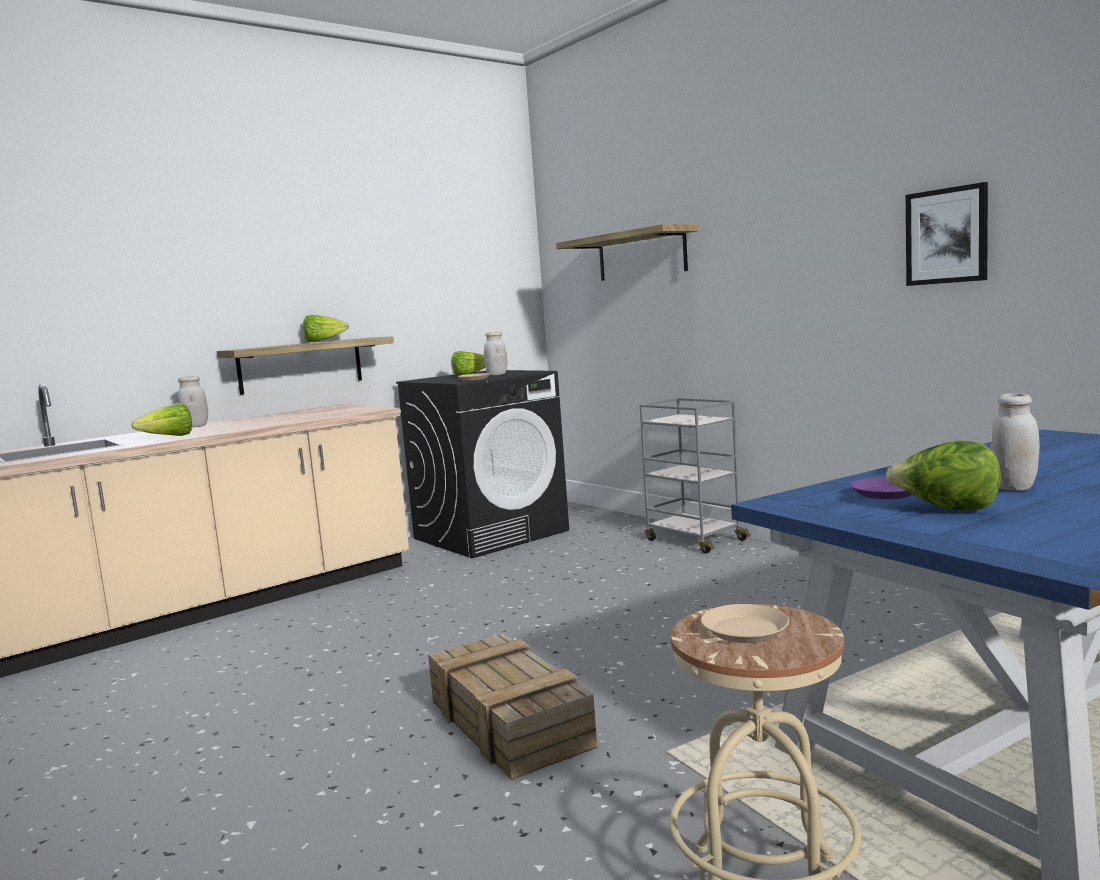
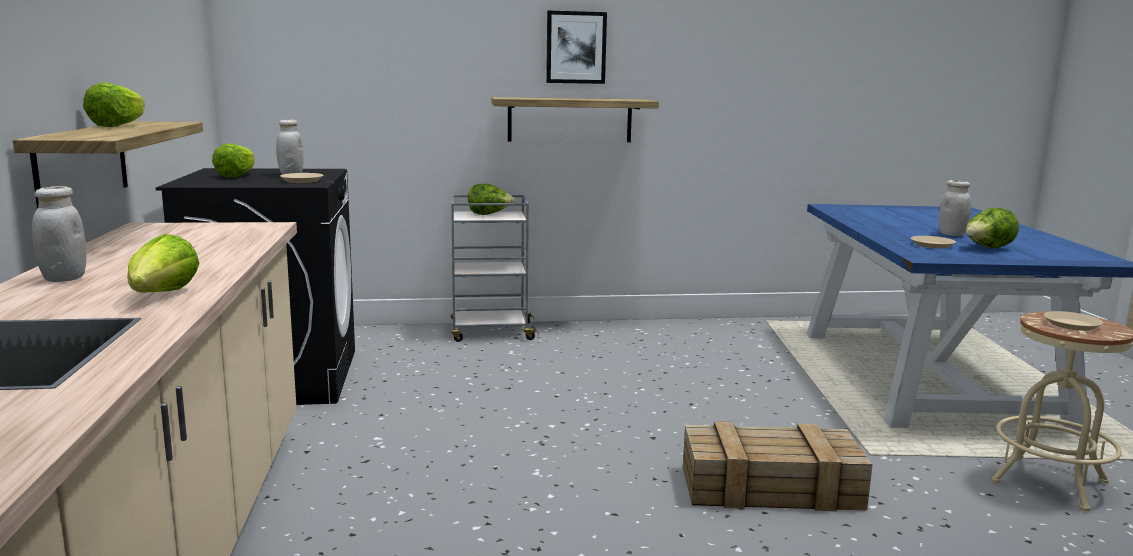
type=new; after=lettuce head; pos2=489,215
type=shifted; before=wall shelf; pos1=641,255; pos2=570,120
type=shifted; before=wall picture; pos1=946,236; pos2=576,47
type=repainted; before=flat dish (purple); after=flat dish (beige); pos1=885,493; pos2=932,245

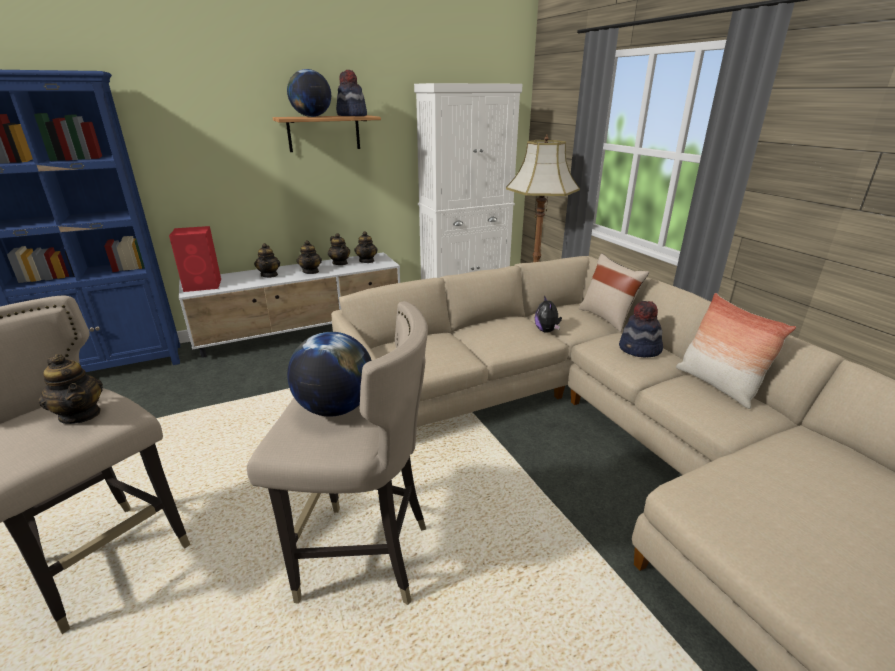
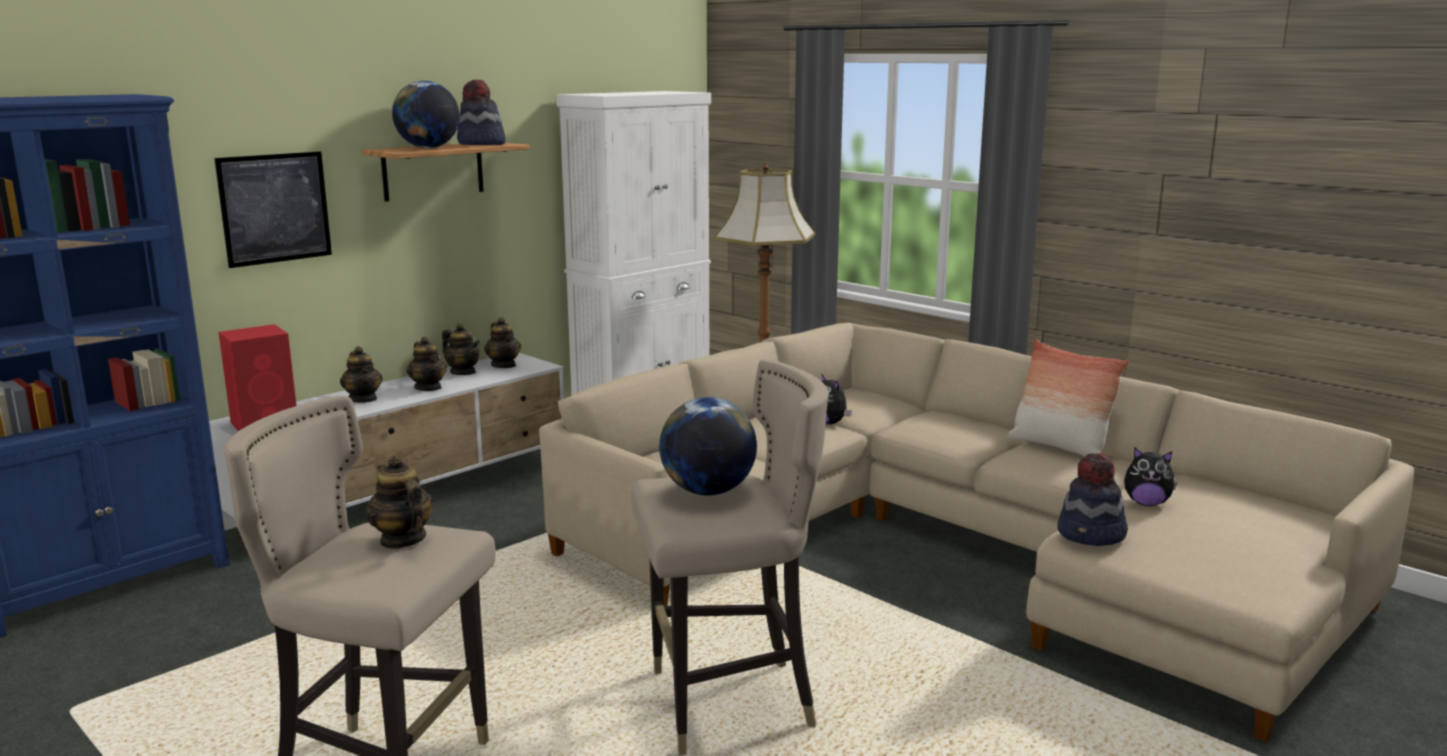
type=new; after=wall picture; pos2=275,208
type=rotated; before=pot for tea; pos1=81,414; pos2=402,540; turn=-150
type=shifted; before=wearable hat; pos1=639,350; pos2=1091,535
type=new; after=cuddly toy; pos2=1146,503
type=gone; before=cushion (beige); pos1=607,318

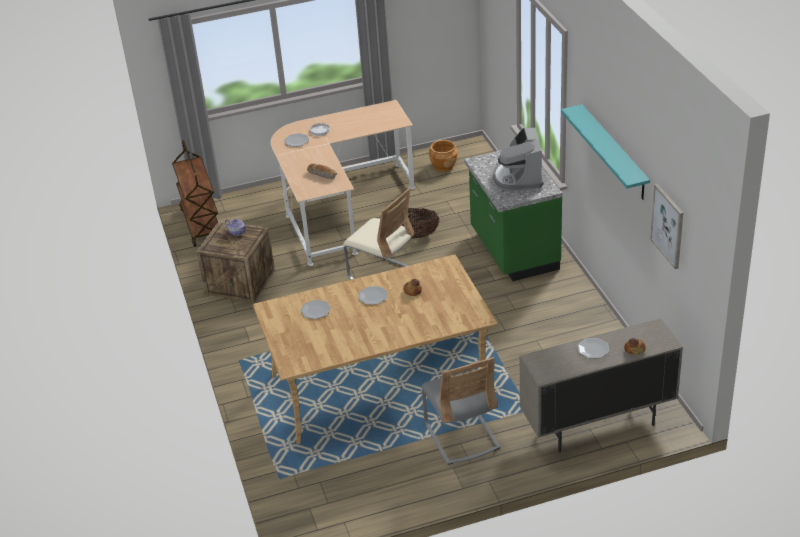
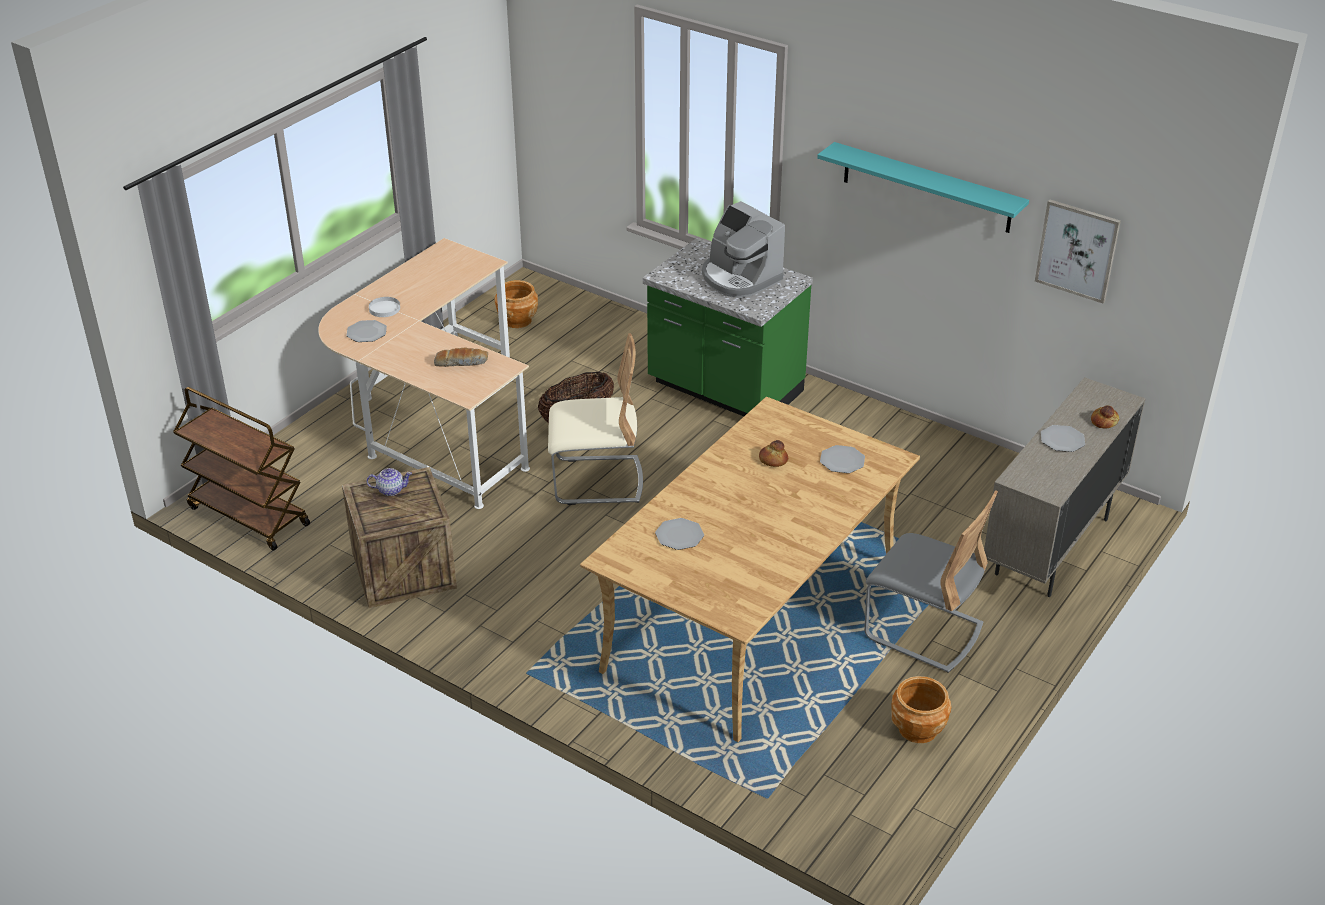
type=shifted; before=flat dish; pos1=373,296; pos2=842,460
type=new; after=planter (brown); pos2=917,729

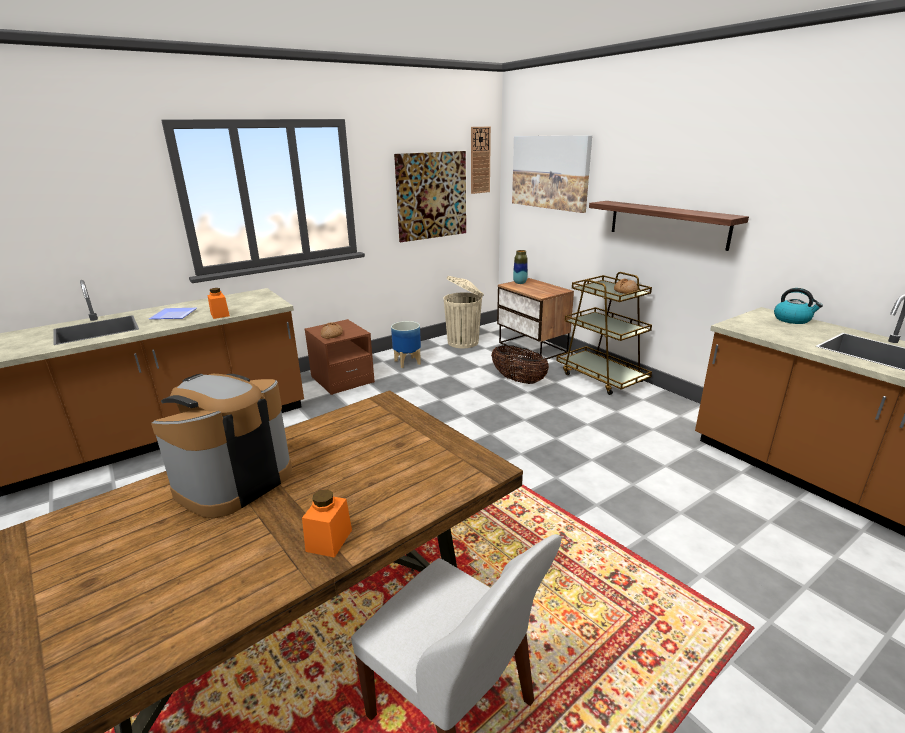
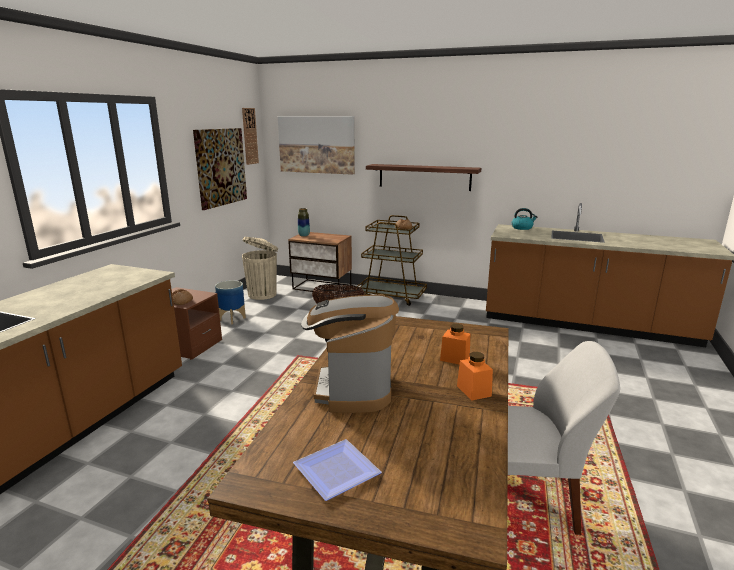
type=shifted; before=flat dish; pos1=174,316; pos2=340,472
type=shifted; before=jar (orange); pos1=220,315; pos2=455,358

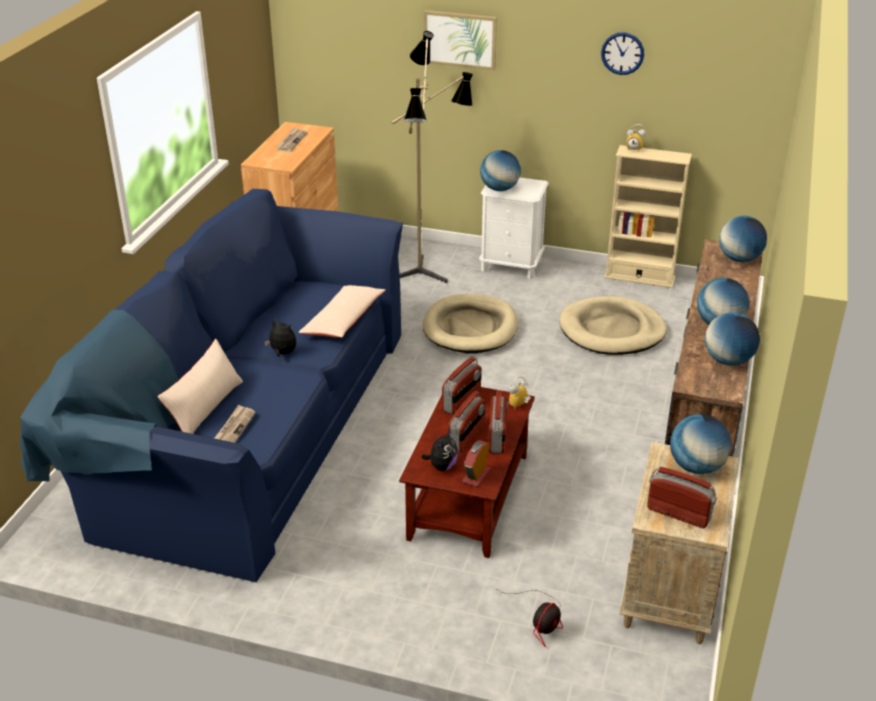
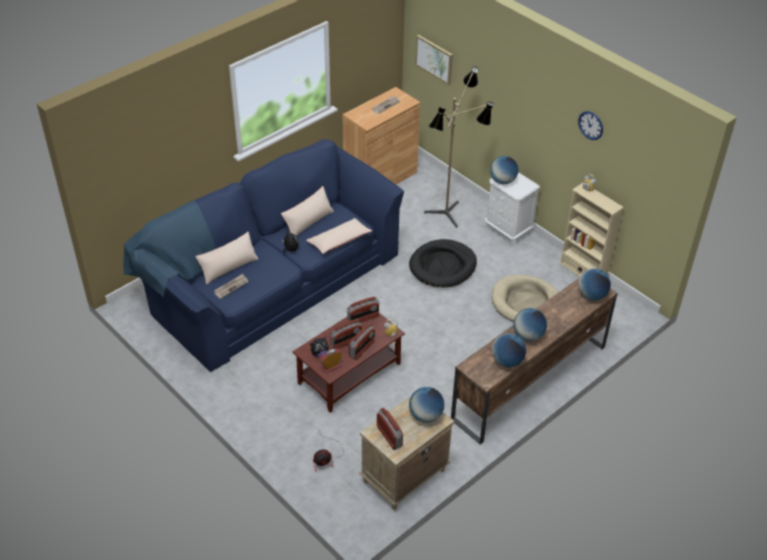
type=new; after=cushion (beige); pos2=308,222
type=repainted; before=dog bed (beige); after=dog bed (black); pos1=470,328; pos2=443,266
type=shifted; before=wall picture; pos1=460,39; pos2=434,59

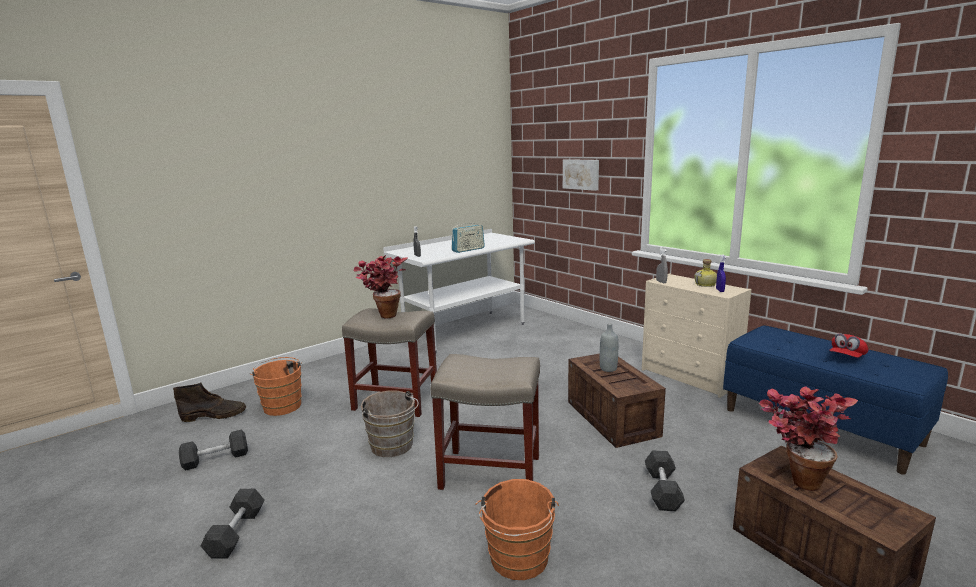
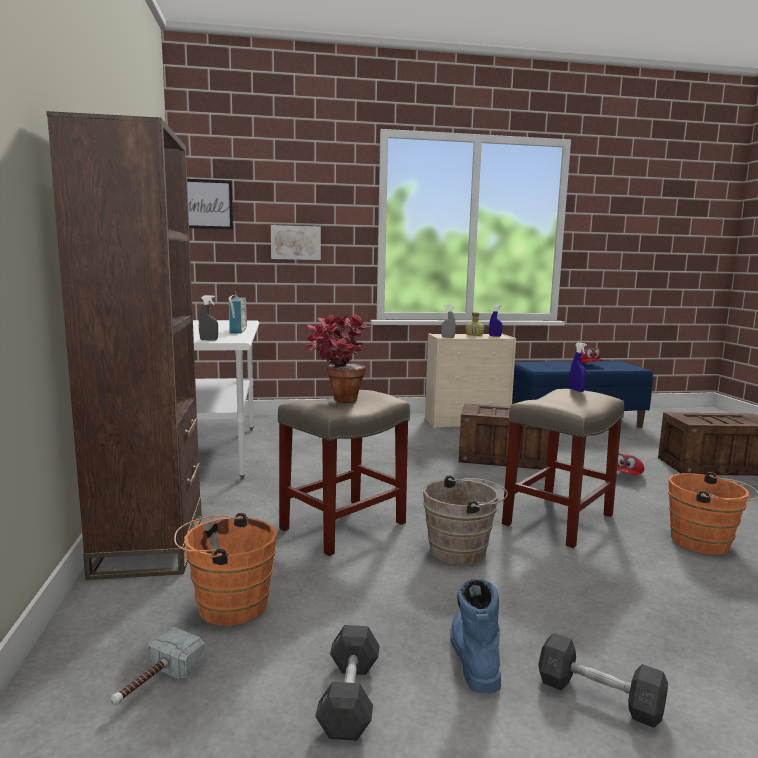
type=new; after=bookcase (brown); pos2=150,545
type=swapped; before=high-top boot (brown); after=hammer; pos1=214,415; pos2=155,683
type=new; after=wall picture; pos2=208,204
type=new; after=high-top boot (blue); pos2=473,655
type=new; after=hand sprayer (blue); pos2=576,390
type=swapped; before=hand weight (gray); after=baseball cap (red-coloured); pos1=662,490; pos2=626,476
type=gone; before=drink bottle (gray); pos1=608,368
type=gone; before=plant in a pot; pos1=795,478

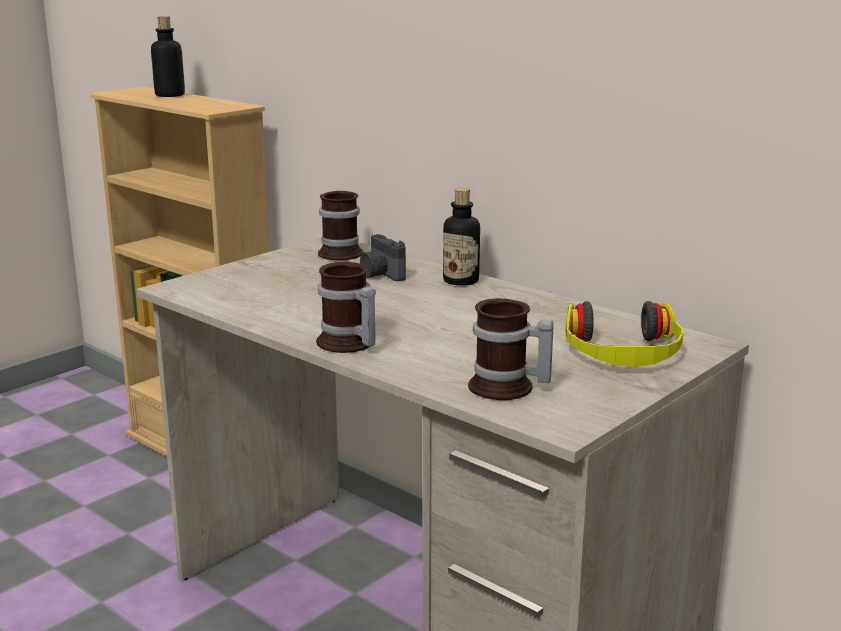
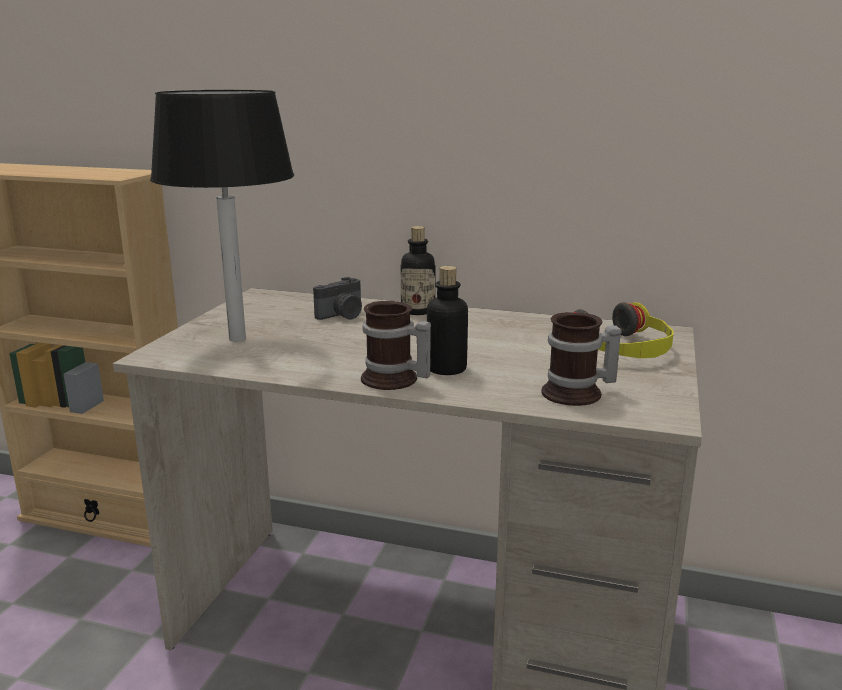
type=new; after=lamp for a table (black); pos2=238,339
type=rotated; before=photo camera; pos1=380,274; pos2=342,315; turn=-75
type=shifted; before=drink bottle; pos1=170,95; pos2=446,369
type=gone; before=tea mug; pos1=343,252

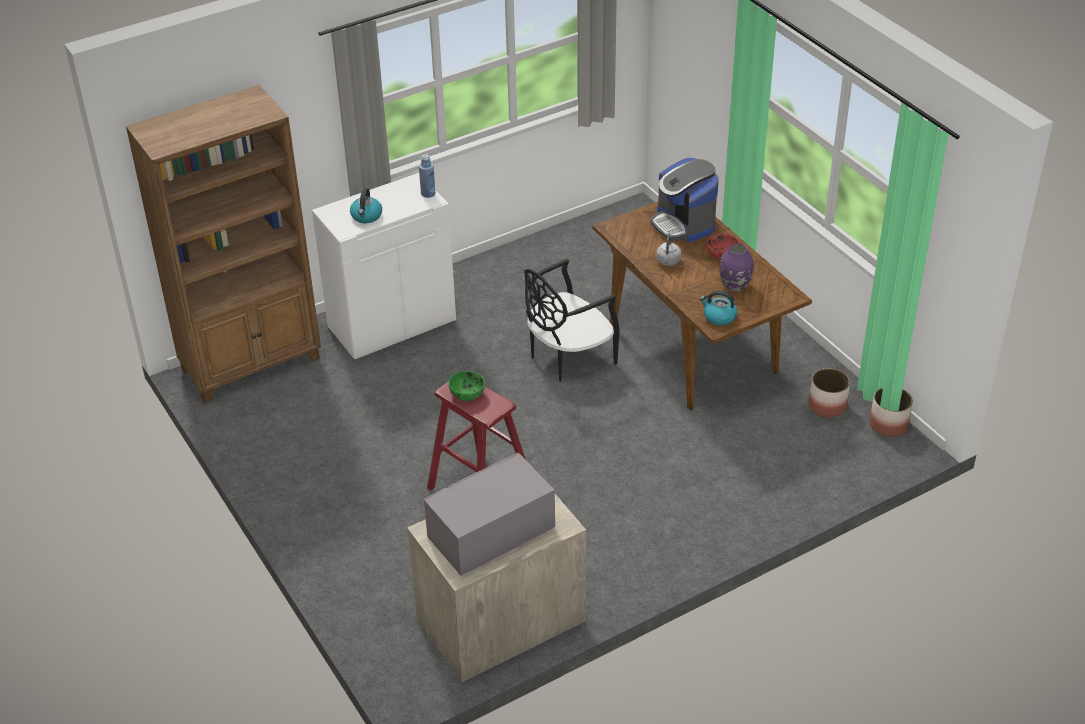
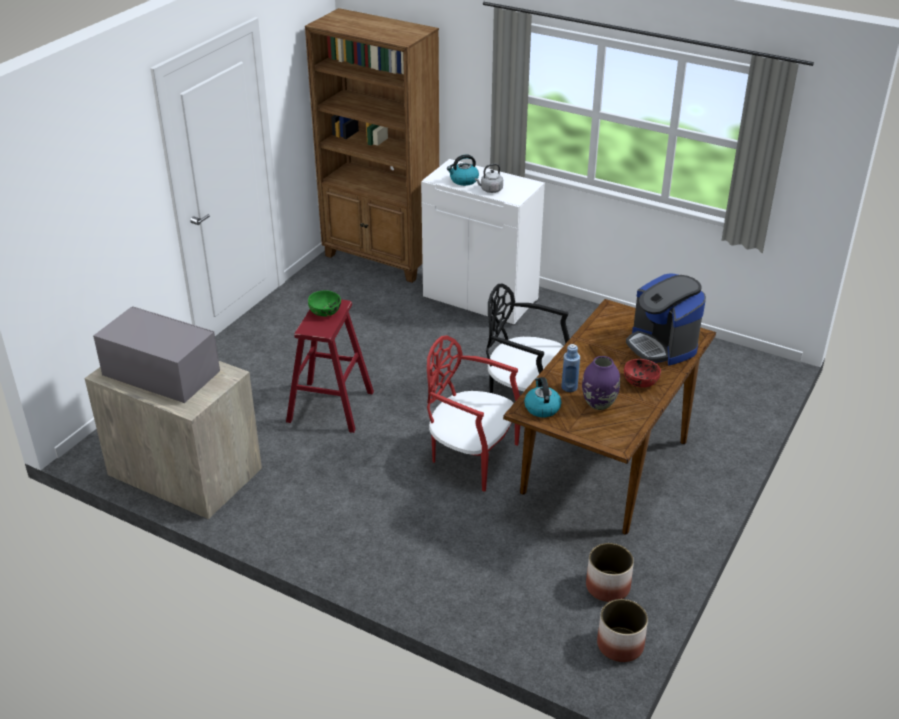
type=new; after=upright chair (red-coloured); pos2=471,456
type=shifted; before=tea kettle (gray); pos1=668,262; pos2=490,190
type=shifted; before=drink bottle (blue); pos1=428,193; pos2=569,387
type=rotated; before=coffee brewer; pos1=683,224; pos2=662,345; turn=-60

